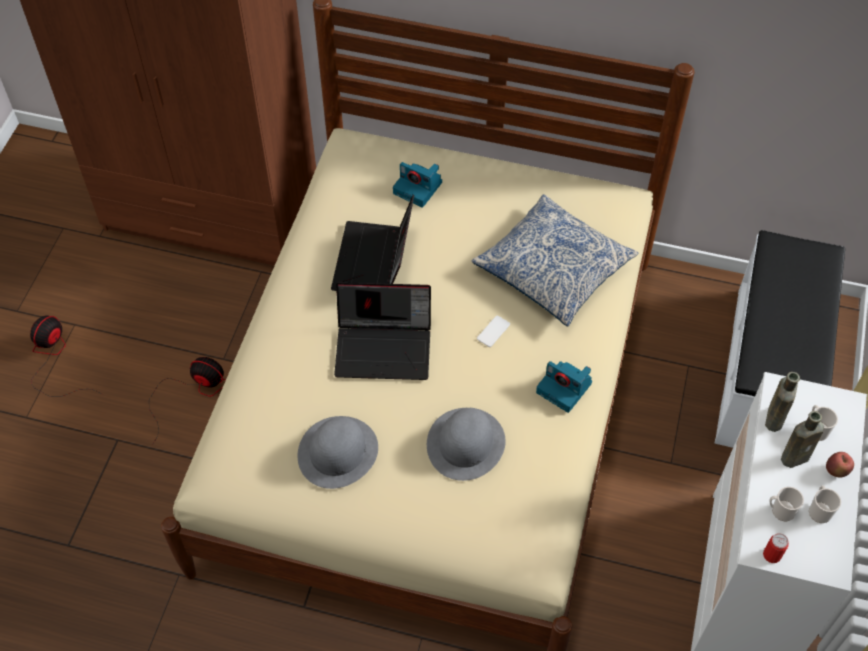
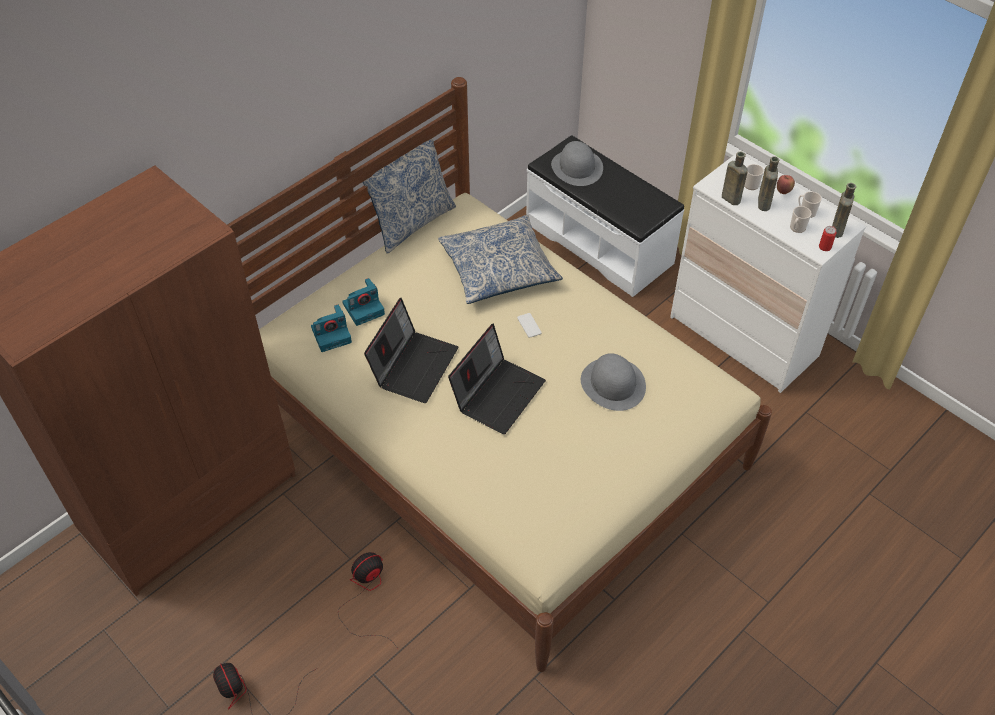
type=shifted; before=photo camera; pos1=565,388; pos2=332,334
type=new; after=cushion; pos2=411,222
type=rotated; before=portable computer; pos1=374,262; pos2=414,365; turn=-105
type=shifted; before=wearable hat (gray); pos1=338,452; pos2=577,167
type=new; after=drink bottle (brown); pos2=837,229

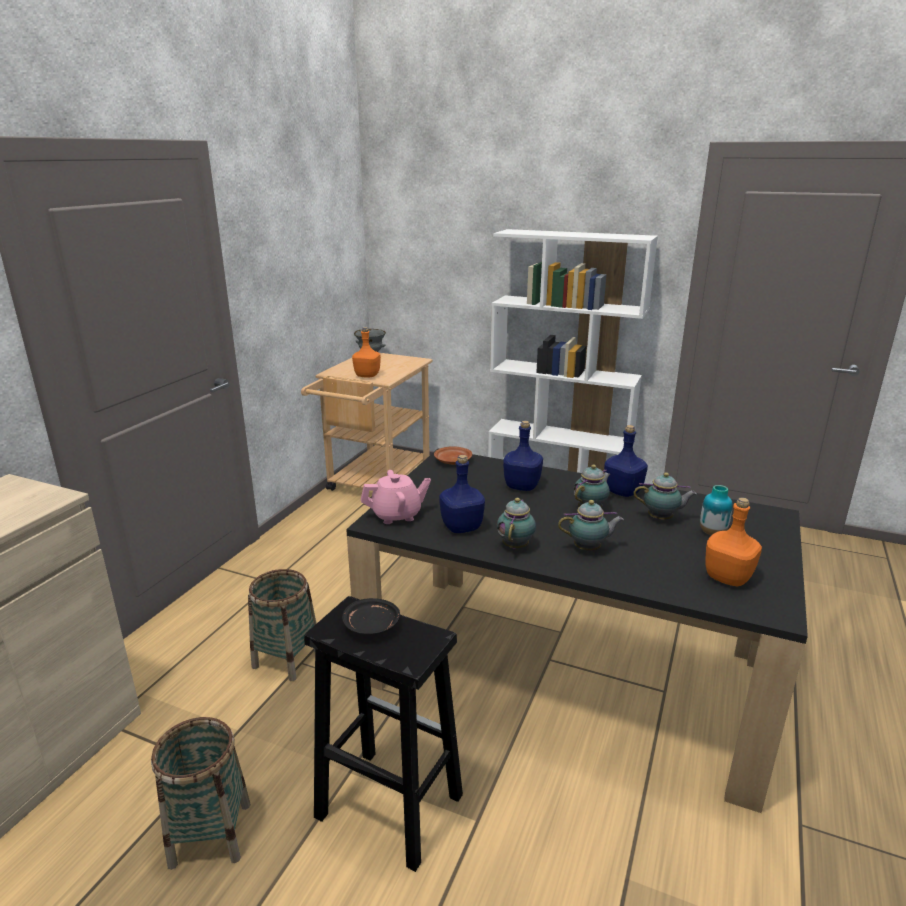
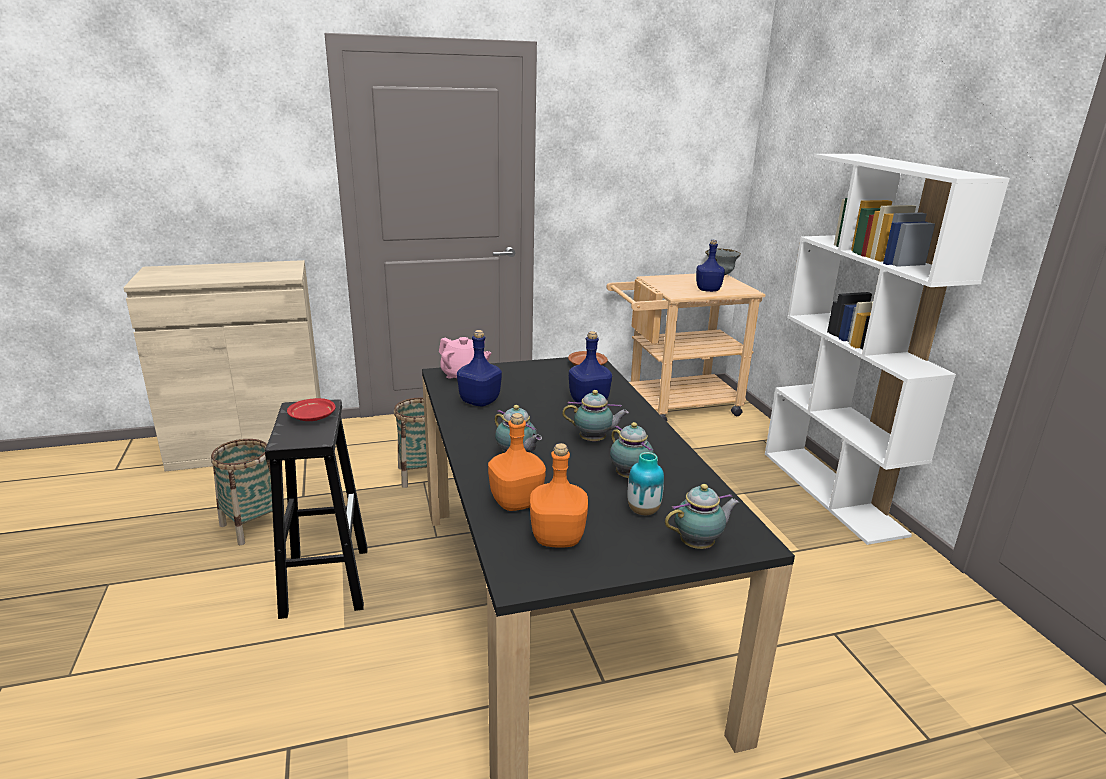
type=repainted; before=flat dish (black); after=flat dish (red-coloured); pos1=372,625; pos2=312,417
type=shifted; before=drink bottle (orange); pos1=367,376; pos2=515,502
type=shifted; before=pot for tea; pos1=516,545; pos2=699,545
type=shifted; before=drink bottle (blue); pos1=622,491; pos2=708,290

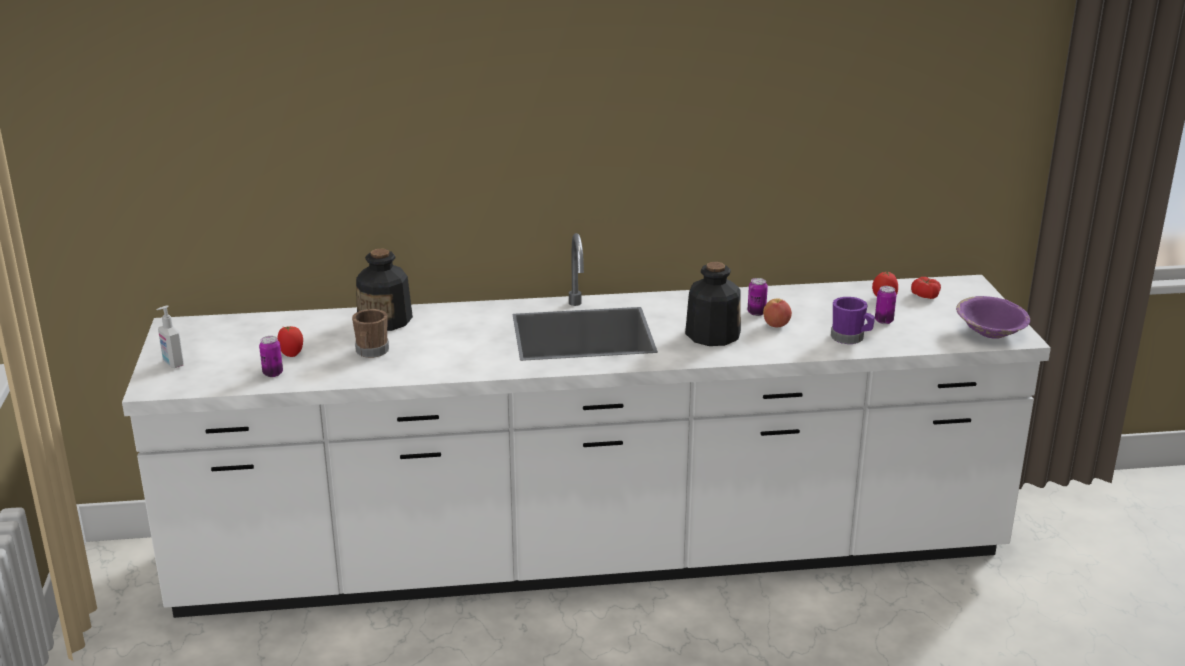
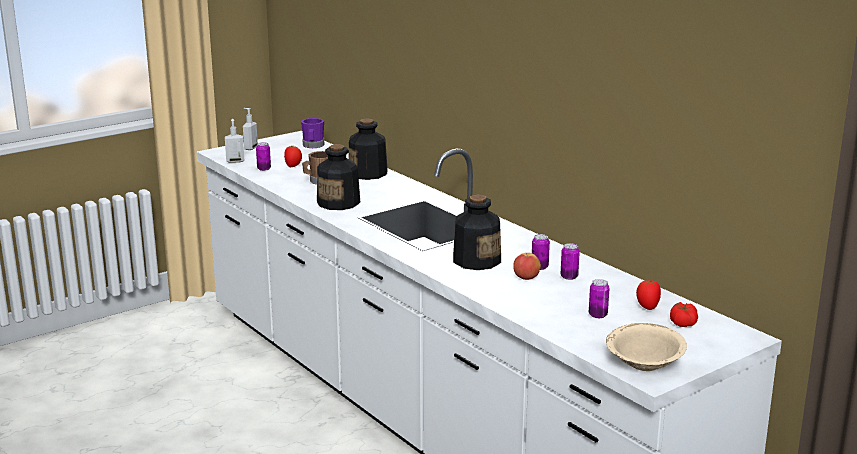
type=new; after=soap dispenser; pos2=235,161
type=shifted; before=tea mug (purple); pos1=851,338; pos2=313,146
type=new; after=drink bottle; pos2=339,203
type=new; after=sealed can; pos2=569,277
type=repainted; before=deep dish (purple); after=deep dish (beige); pos1=990,332; pos2=644,363

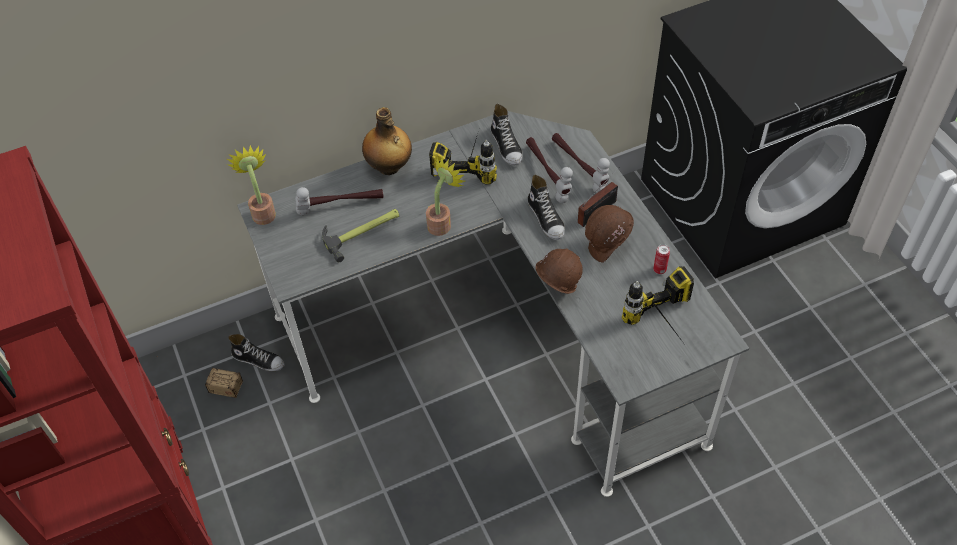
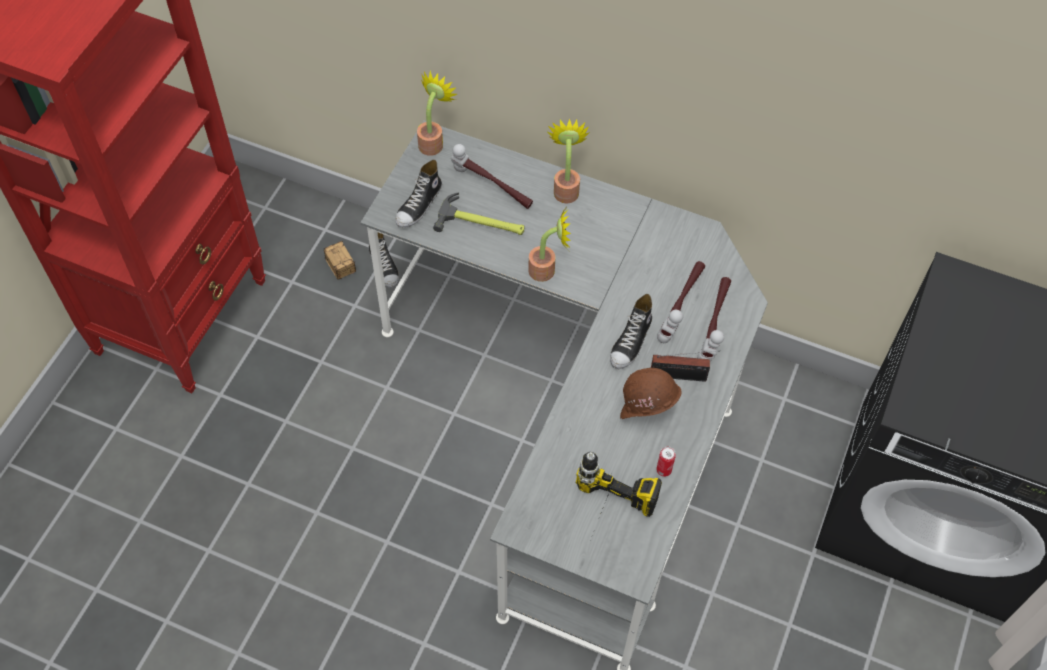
type=shifted; before=low shoe; pos1=507,146; pos2=419,205
type=swapped; before=drink bottle; after=plant in a pot; pos1=389,167; pos2=566,188
type=gone; before=electric drill; pos1=469,160
type=gone; before=hard hat (brown); pos1=556,287

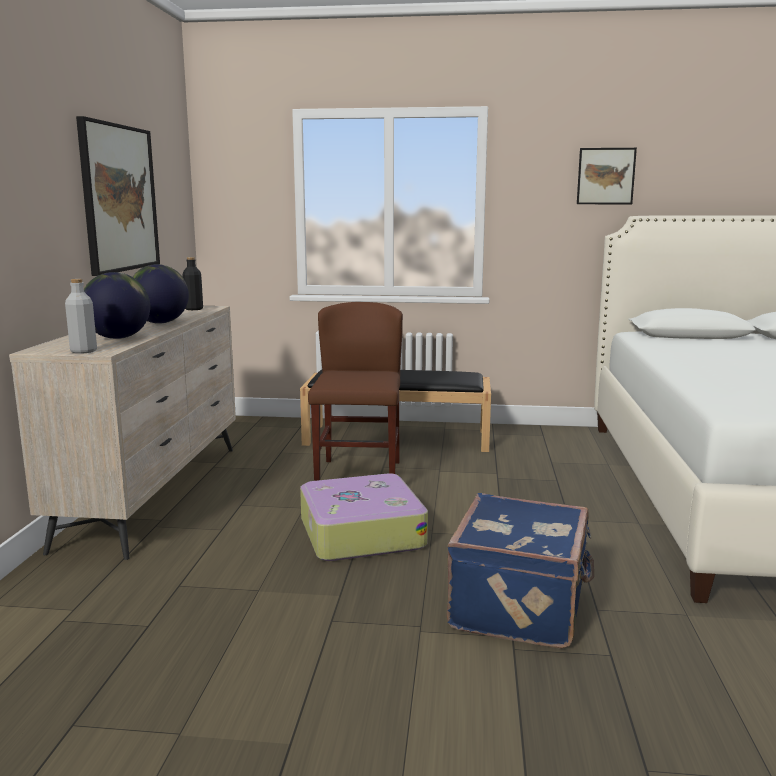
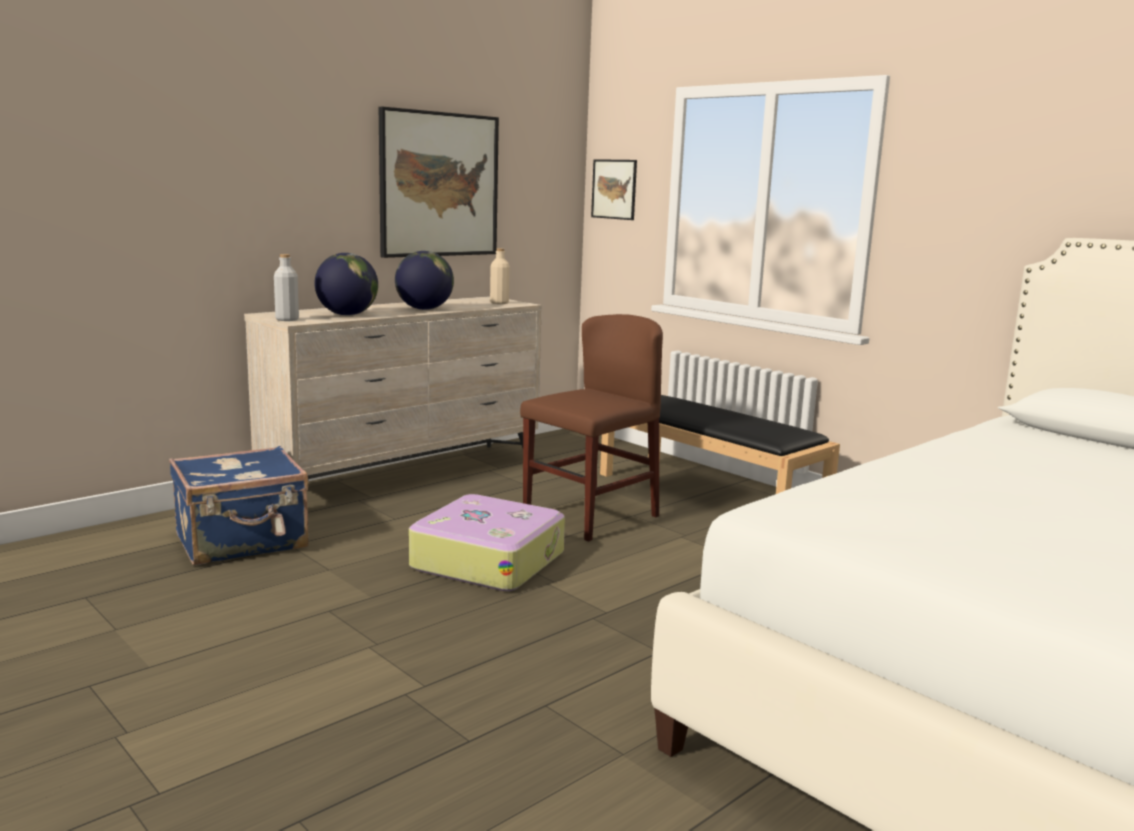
type=shifted; before=suitcase (blue); pos1=521,607; pos2=243,542
type=repainted; before=drink bottle (black); after=drink bottle (beige); pos1=194,309; pos2=499,303
type=shifted; before=wall picture; pos1=606,176; pos2=614,189

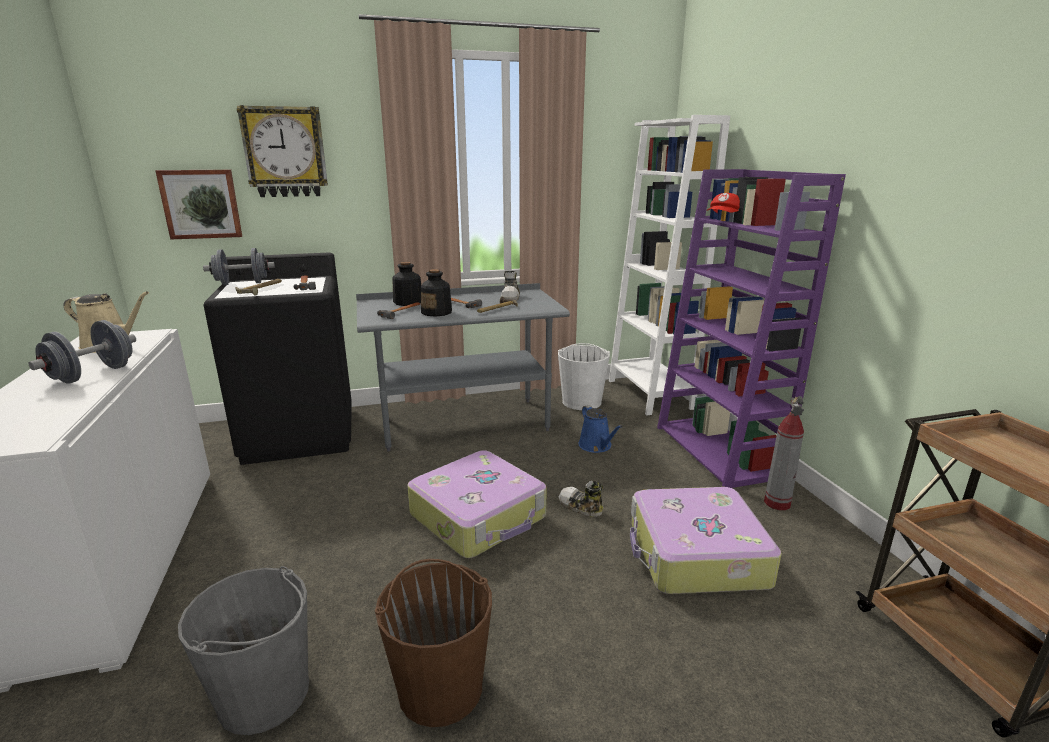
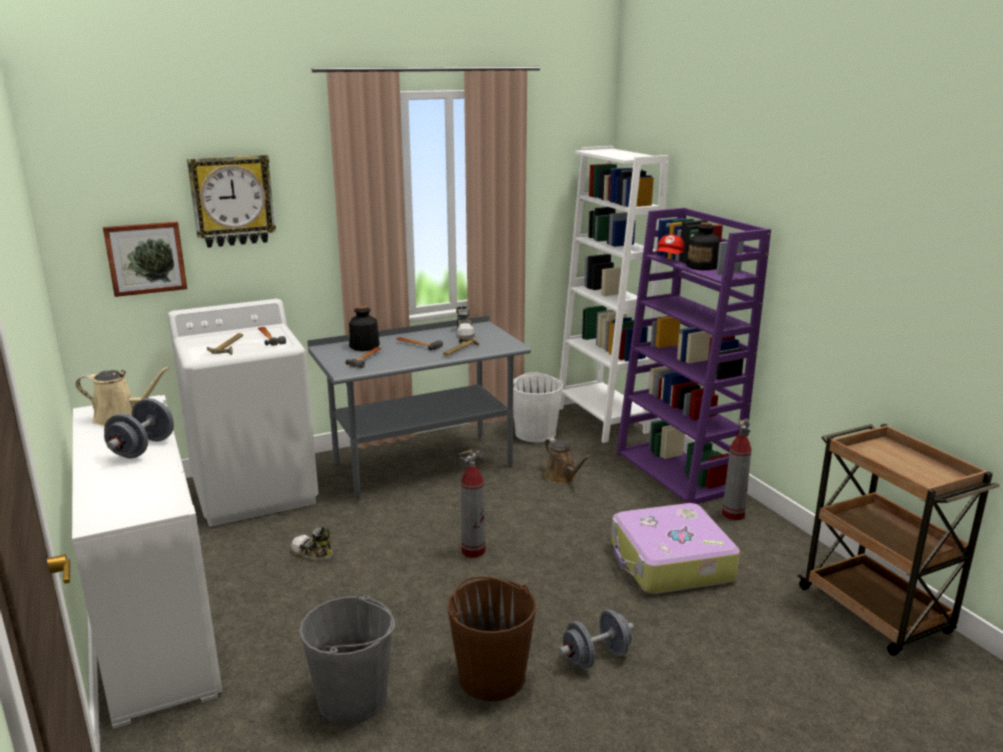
type=repainted; before=laundry machine (black); after=laundry machine (white-coloured); pos1=300,434; pos2=255,491
type=shifted; before=low shoe; pos1=580,507; pos2=311,553
type=swapped; before=suitcase; after=extinguisher; pos1=479,516; pos2=473,551
type=repainted; before=sprinkling can (blue); after=sprinkling can (brown); pos1=596,446; pos2=562,477
type=shifted; before=hand weight (gray); pos1=242,283; pos2=596,657
type=shifted; before=drink bottle; pos1=437,312; pos2=702,266

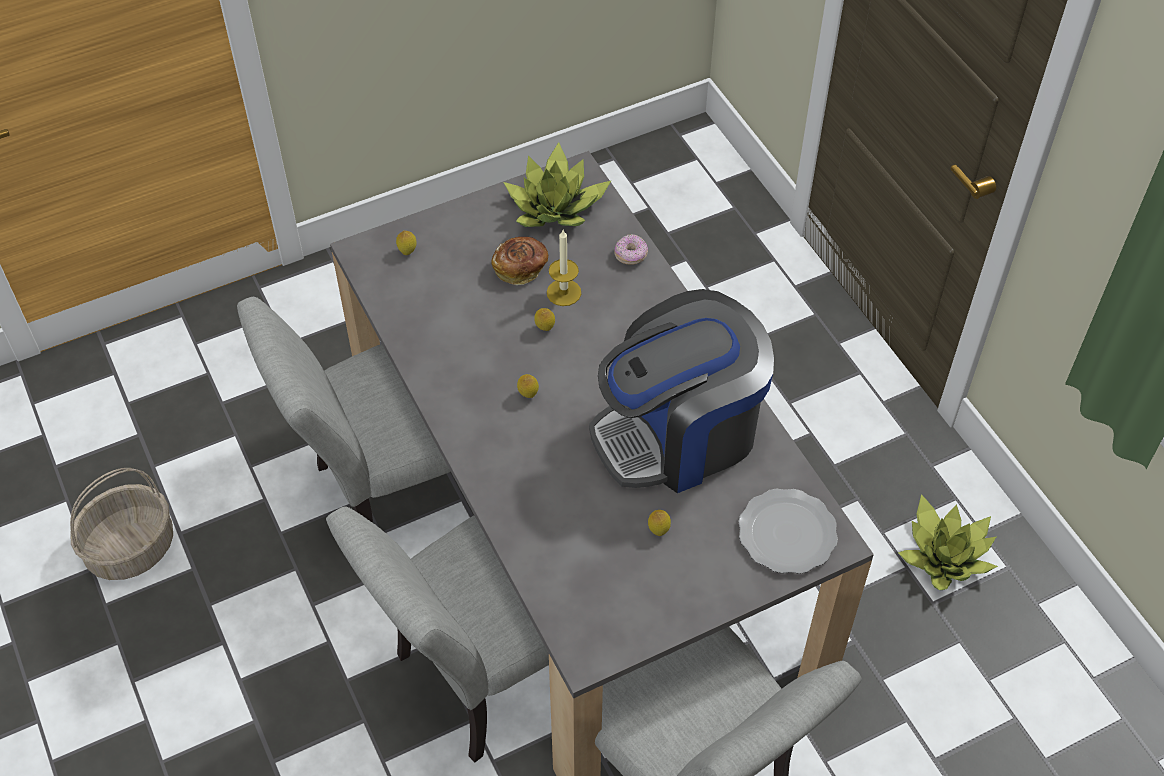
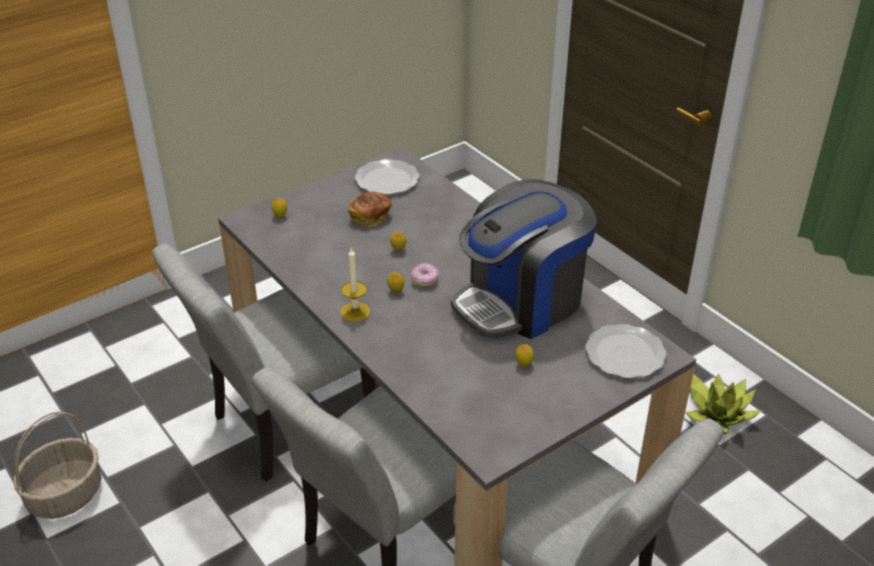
type=shifted; before=wax candle; pos1=564,292; pos2=355,312
type=swapped; before=plant in a pot; after=flat dish; pos1=556,207; pos2=388,179
type=shifted; before=donut; pos1=631,255; pos2=425,280

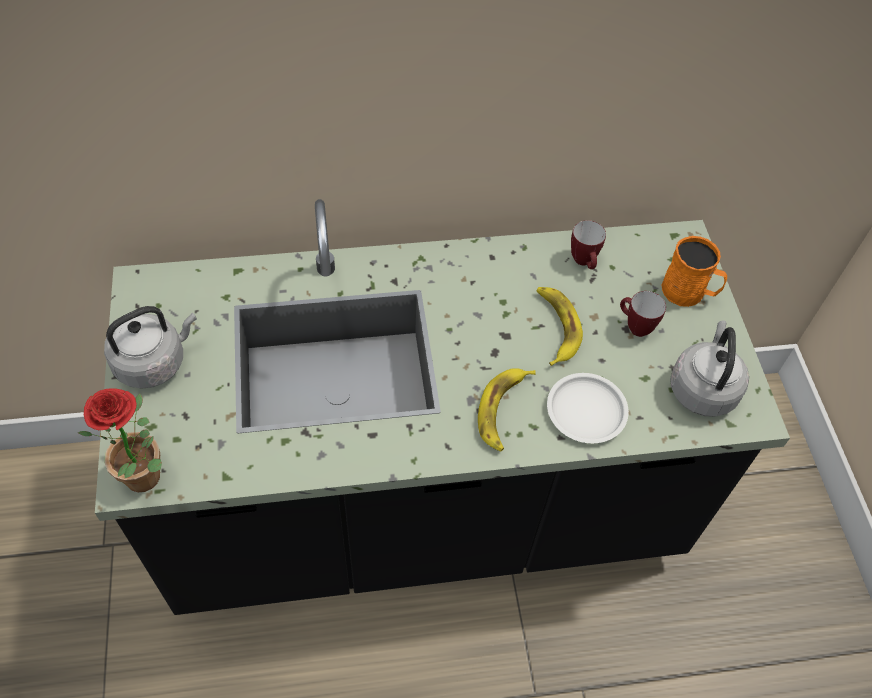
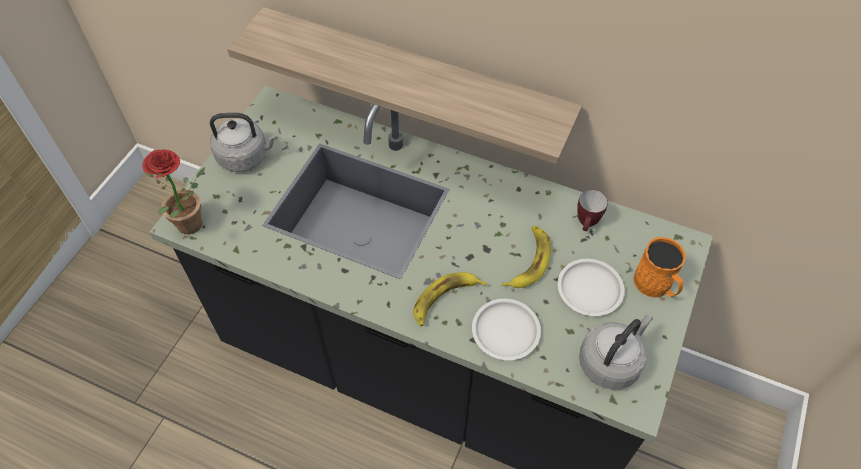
type=new; after=wall shelf; pos2=415,83
type=swapped; before=tea mug; after=flat dish (white-coloured); pos1=634,327; pos2=590,290

